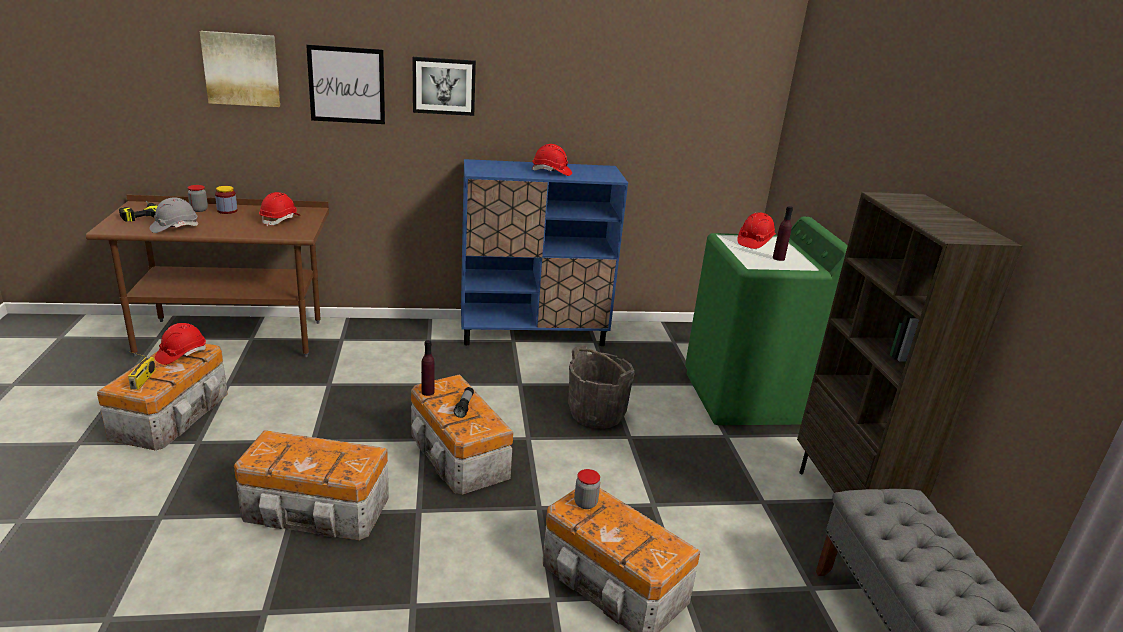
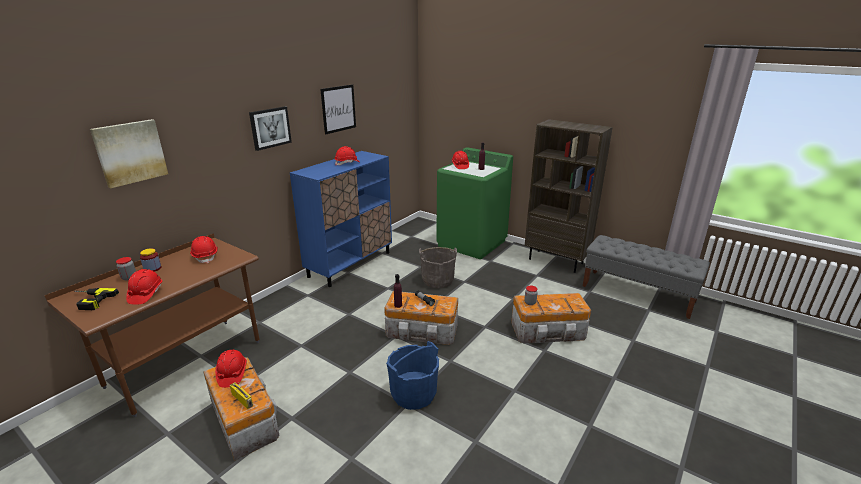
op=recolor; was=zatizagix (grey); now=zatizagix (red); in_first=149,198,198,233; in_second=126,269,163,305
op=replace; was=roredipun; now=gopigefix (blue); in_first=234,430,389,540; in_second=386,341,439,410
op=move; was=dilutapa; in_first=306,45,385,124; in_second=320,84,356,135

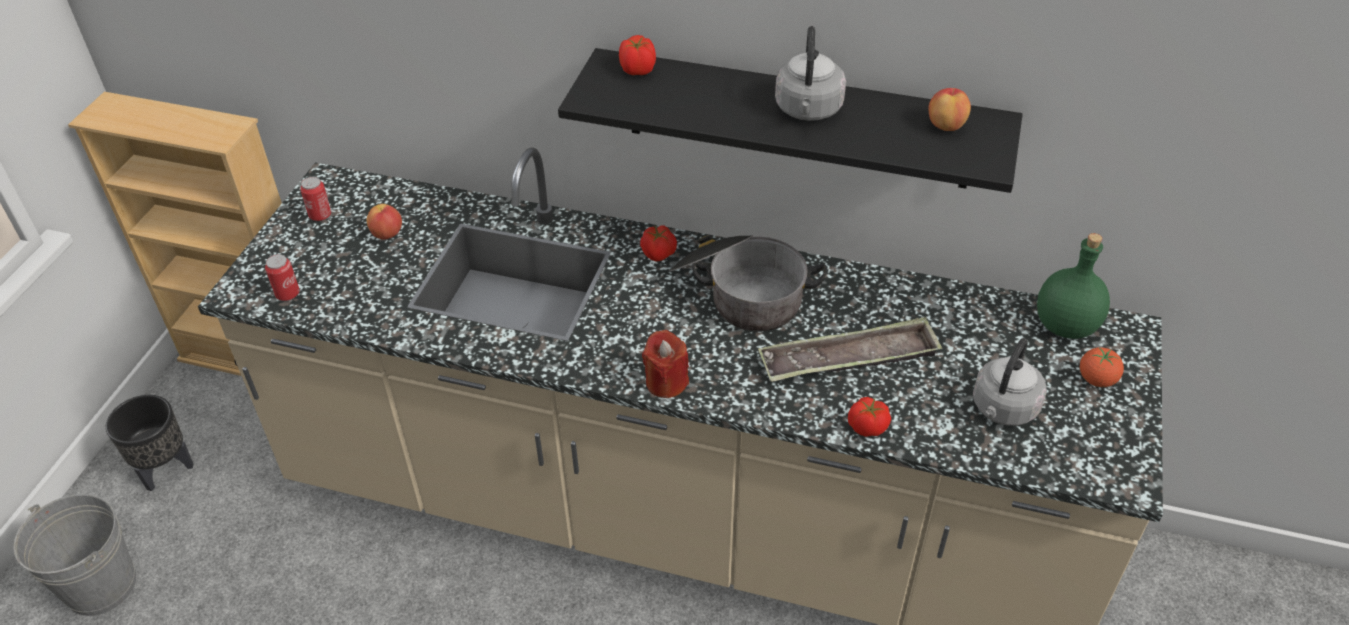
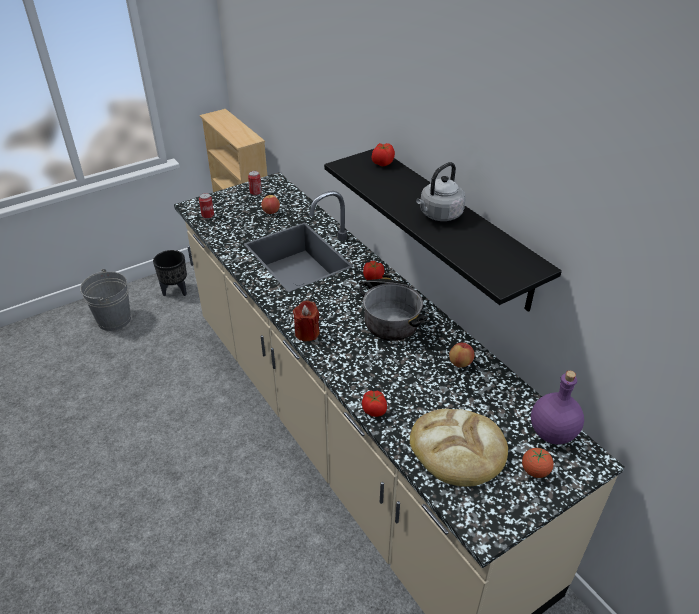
op=delete; was=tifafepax; in_first=758,317,942,382
op=move; was=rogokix; in_first=929,88,971,131; in_second=449,343,474,368
op=replace; was=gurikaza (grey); now=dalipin; in_first=973,338,1047,426; in_second=410,409,508,487
op=recolor; was=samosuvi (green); now=samosuvi (purple); in_first=1037,233,1110,339; in_second=531,370,584,444

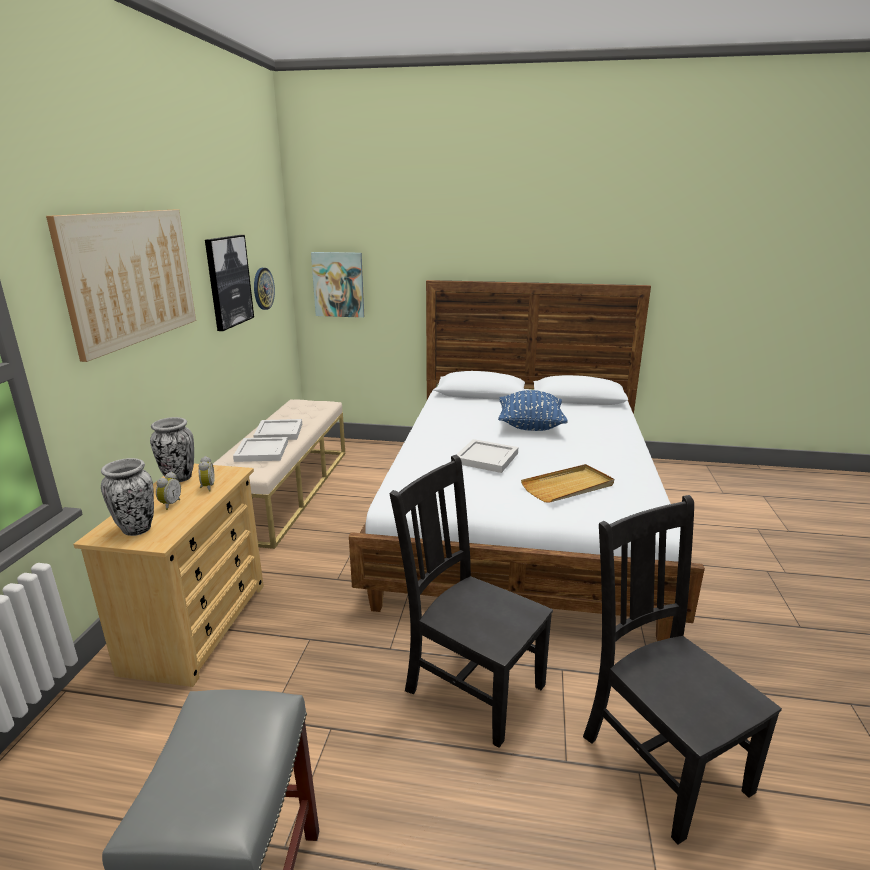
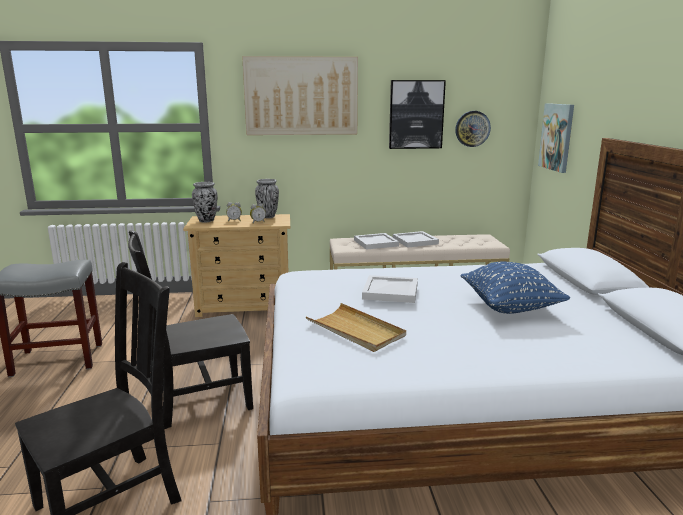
op=rotate; was=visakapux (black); in_first=390,455,553,748; in_second=128,230,253,429; clockwise=-135

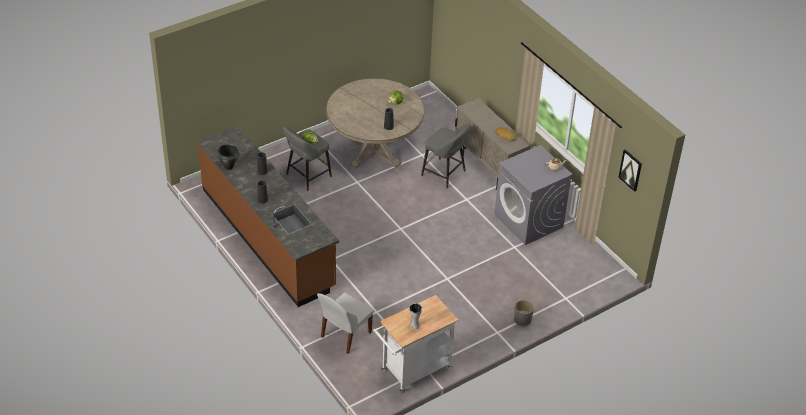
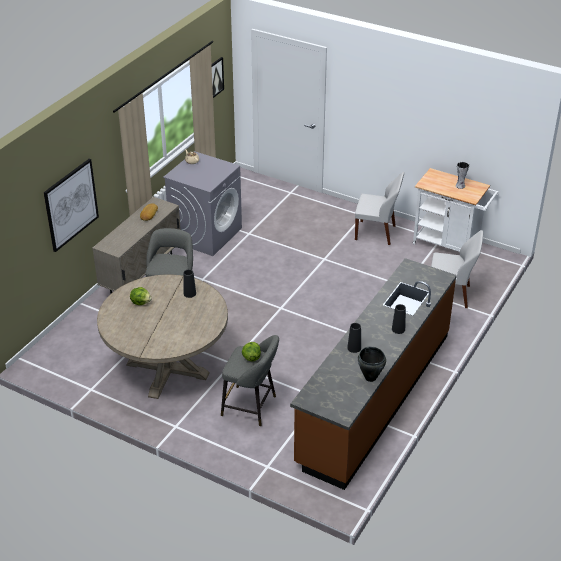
op=delete; was=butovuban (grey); in_first=514,300,534,327
op=insert; now=dilutapa; in_second=43,159,99,252
op=insert; now=visakapux (white); in_second=355,172,404,245

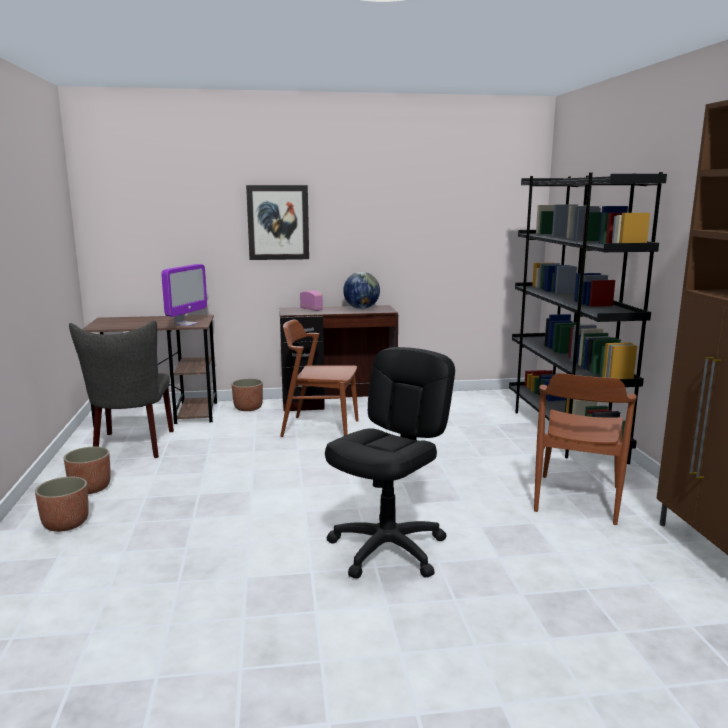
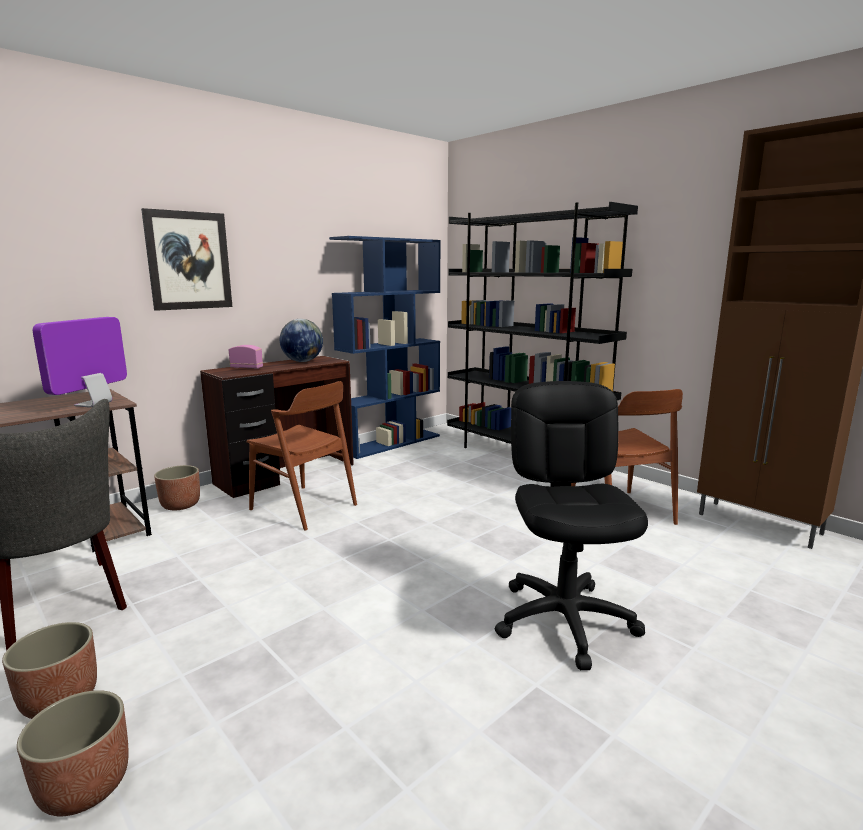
op=rotate; was=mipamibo; in_first=161,264,207,326; in_second=32,317,127,407; clockwise=-150
op=rotate; was=visakapux (brown); in_first=280,319,359,437; in_second=247,381,357,530; clockwise=-120
op=insert; now=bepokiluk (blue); in_second=329,236,441,459

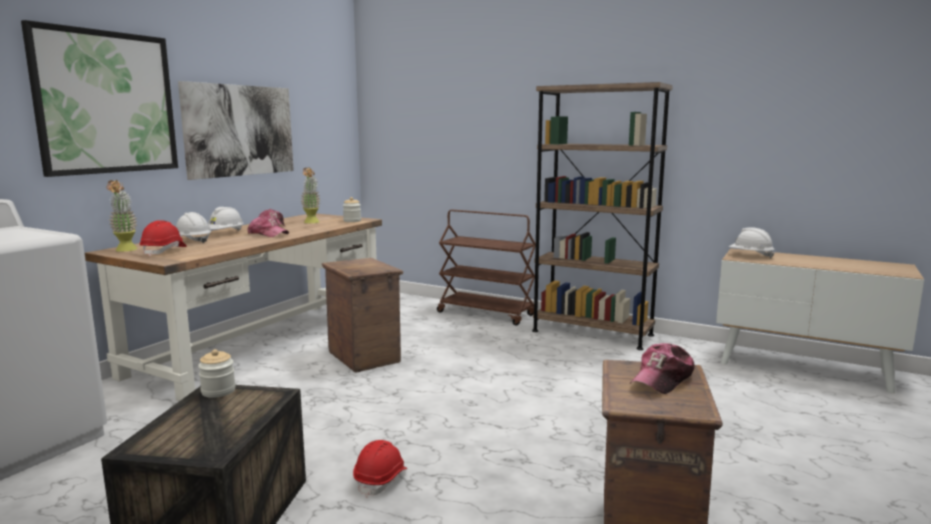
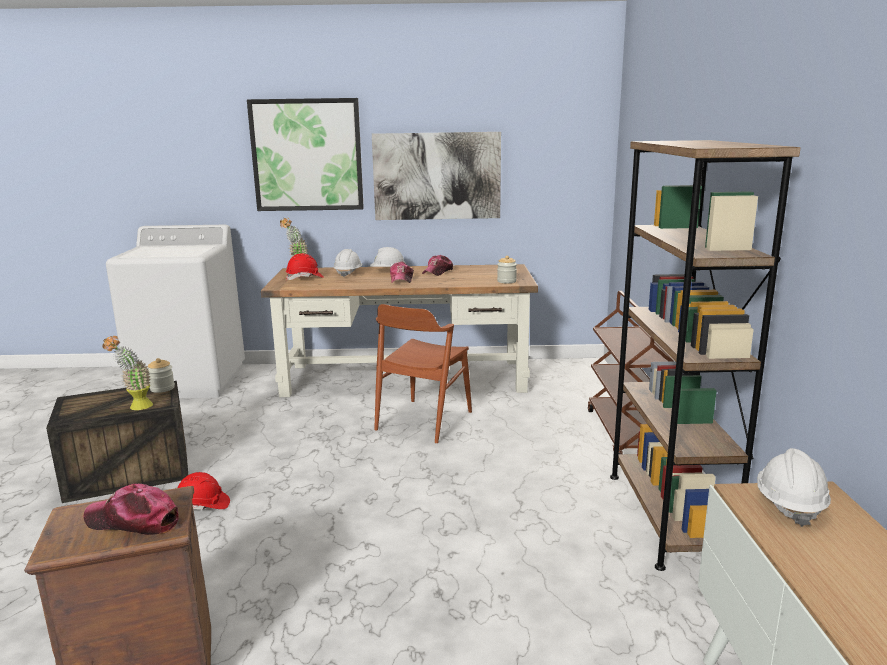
op=move; was=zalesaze; in_first=301,167,321,223; in_second=103,336,153,410
op=replace; was=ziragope; now=visakapux (brown); in_first=322,258,403,373; in_second=374,304,472,443

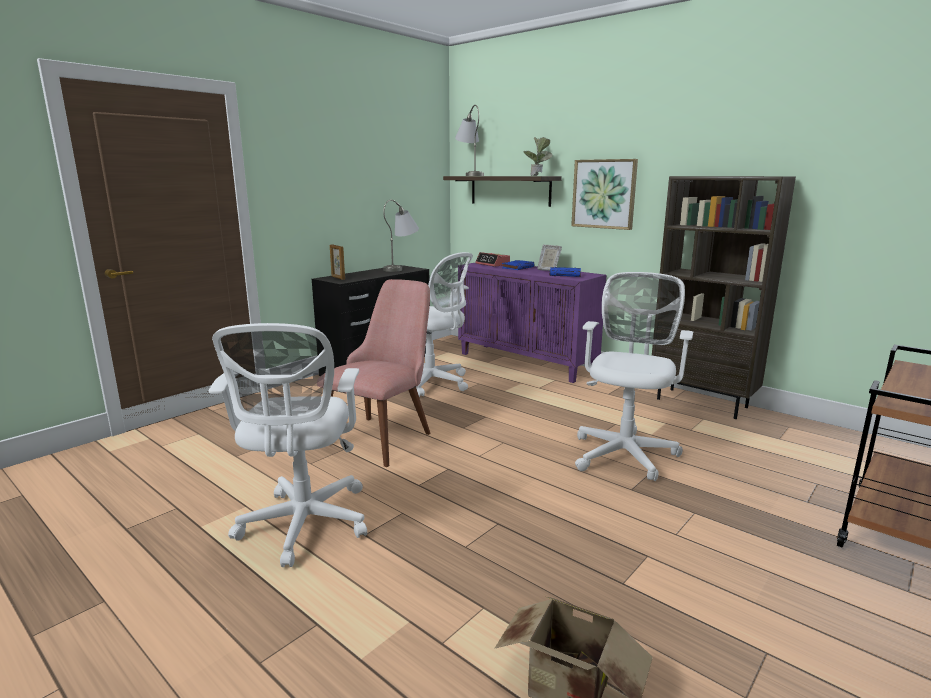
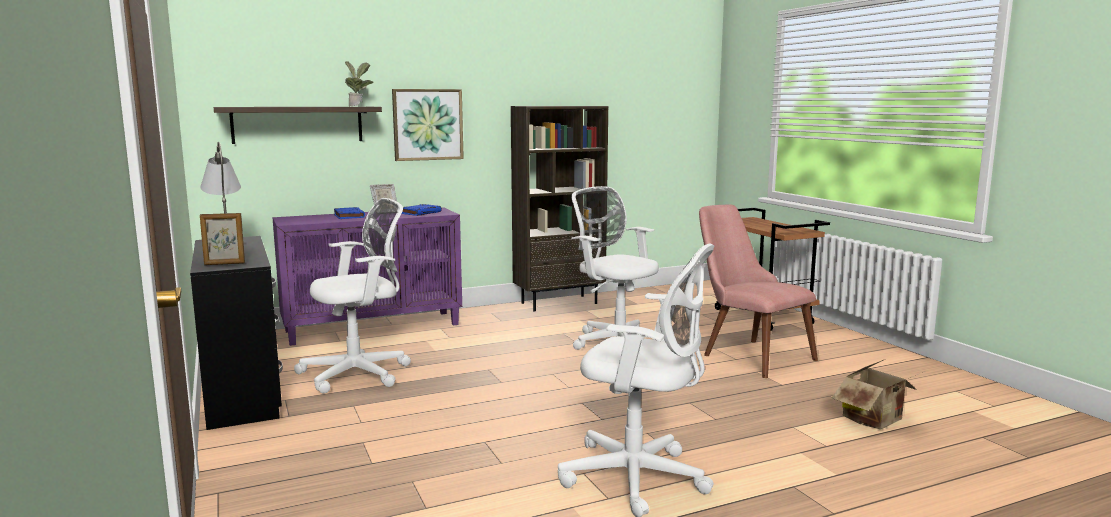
op=move; was=visakapux (pink); in_first=318,279,431,467; in_second=699,205,818,378
op=delete; was=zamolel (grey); in_first=455,105,484,176
op=delete; was=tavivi; in_first=475,252,510,267

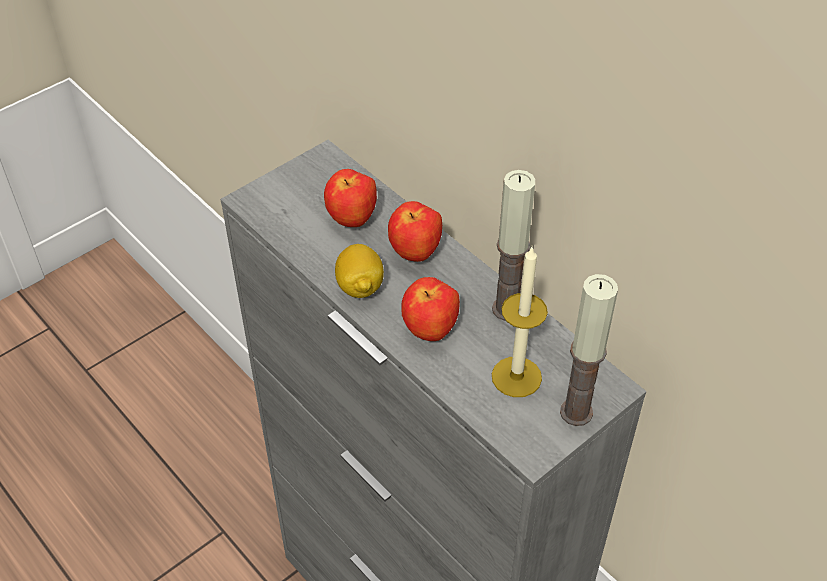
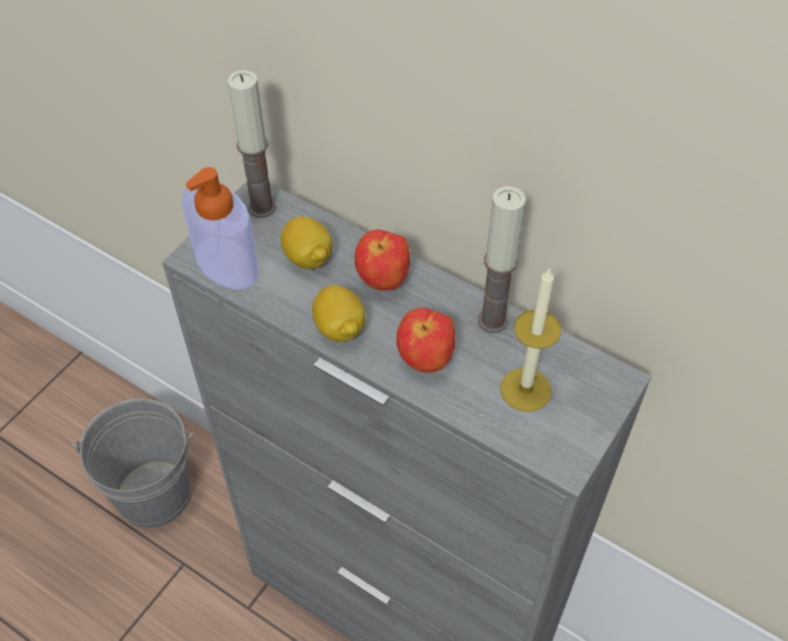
op=replace; was=rogokix; now=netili; in_first=324,169,377,227; in_second=281,216,332,269
op=move; was=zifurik; in_first=560,274,618,426; in_second=227,70,276,218
op=insert; now=gopigefix (grey); in_second=72,398,193,528
op=insert; now=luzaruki; in_second=181,167,259,290

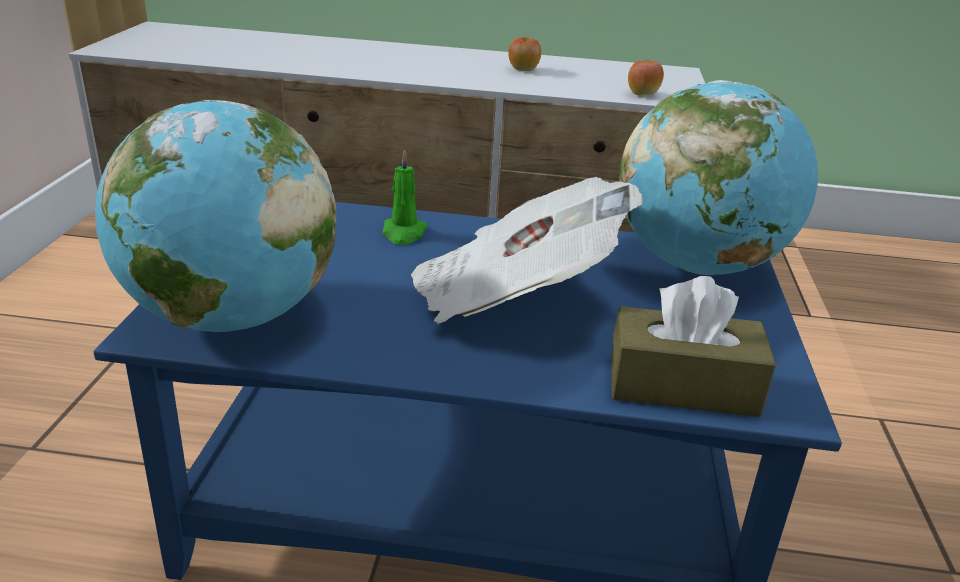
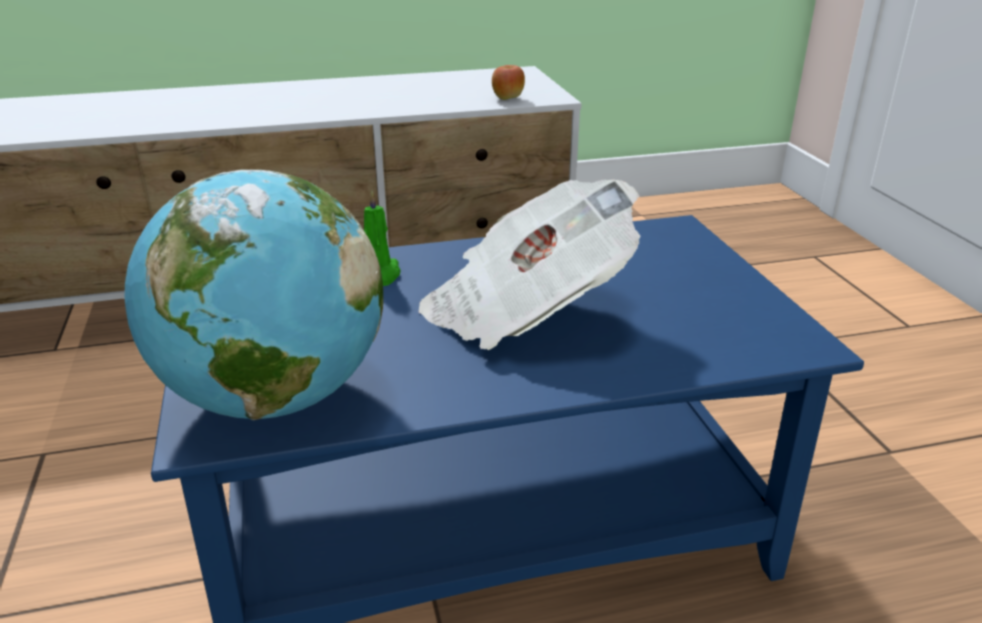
op=delete; was=rogokix; in_first=508,37,541,71
op=delete; was=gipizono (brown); in_first=611,276,776,417
op=delete; was=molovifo; in_first=619,80,818,275

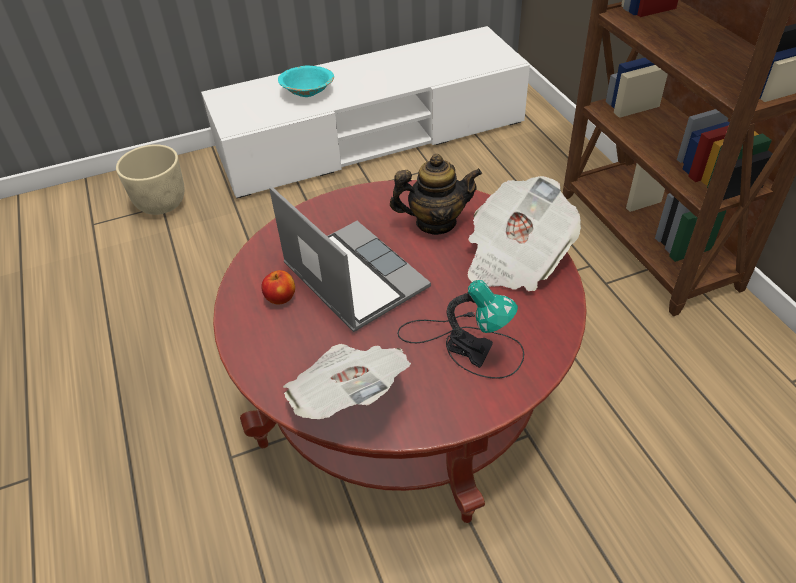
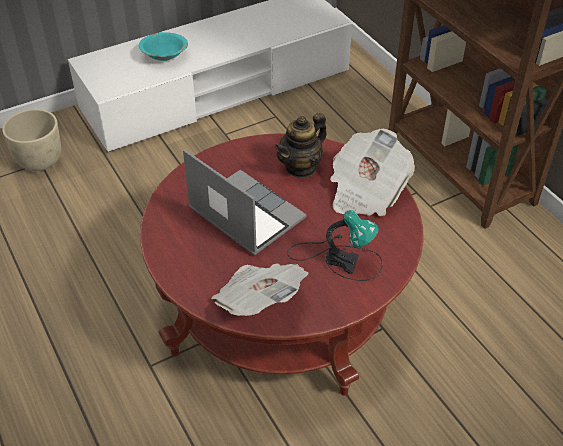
op=delete; was=rogokix; in_first=261,270,295,305
op=rotate; was=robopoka; in_first=390,154,482,235; in_second=275,113,327,179; clockwise=150

